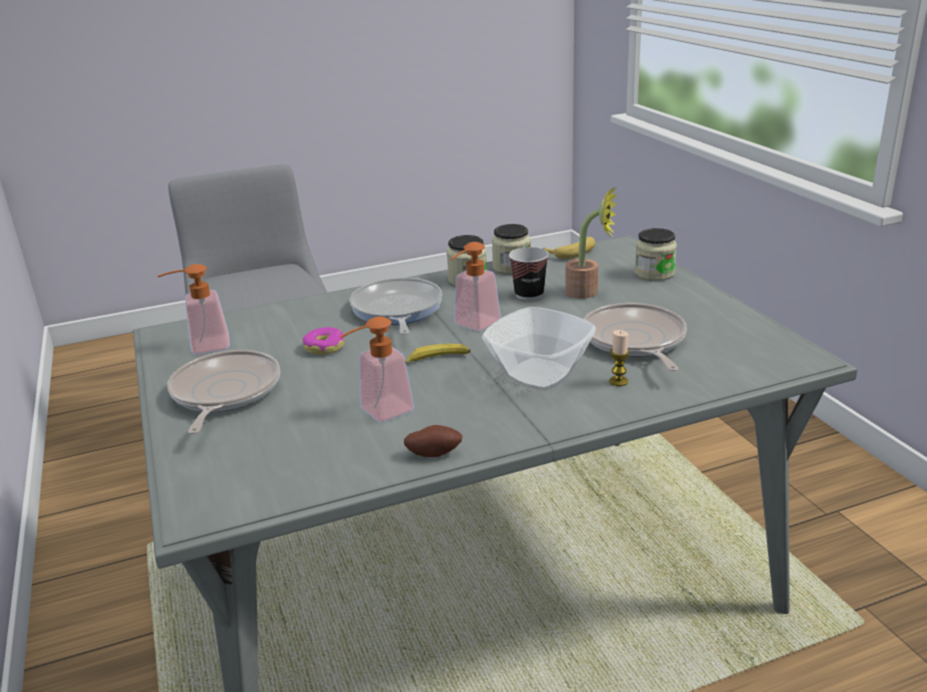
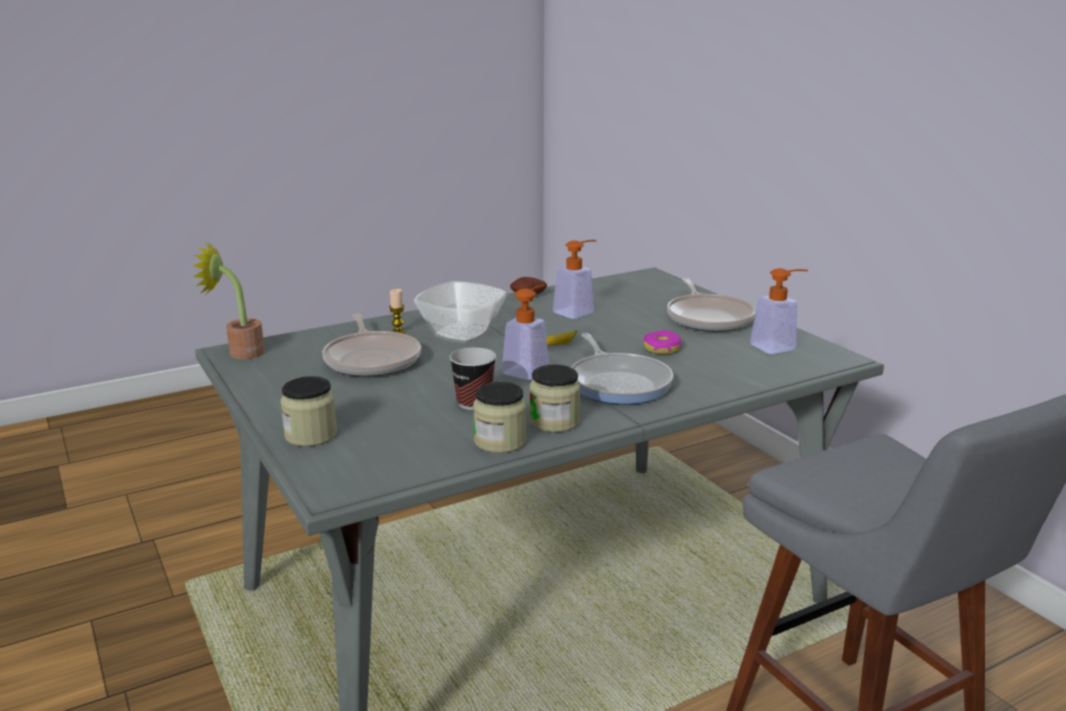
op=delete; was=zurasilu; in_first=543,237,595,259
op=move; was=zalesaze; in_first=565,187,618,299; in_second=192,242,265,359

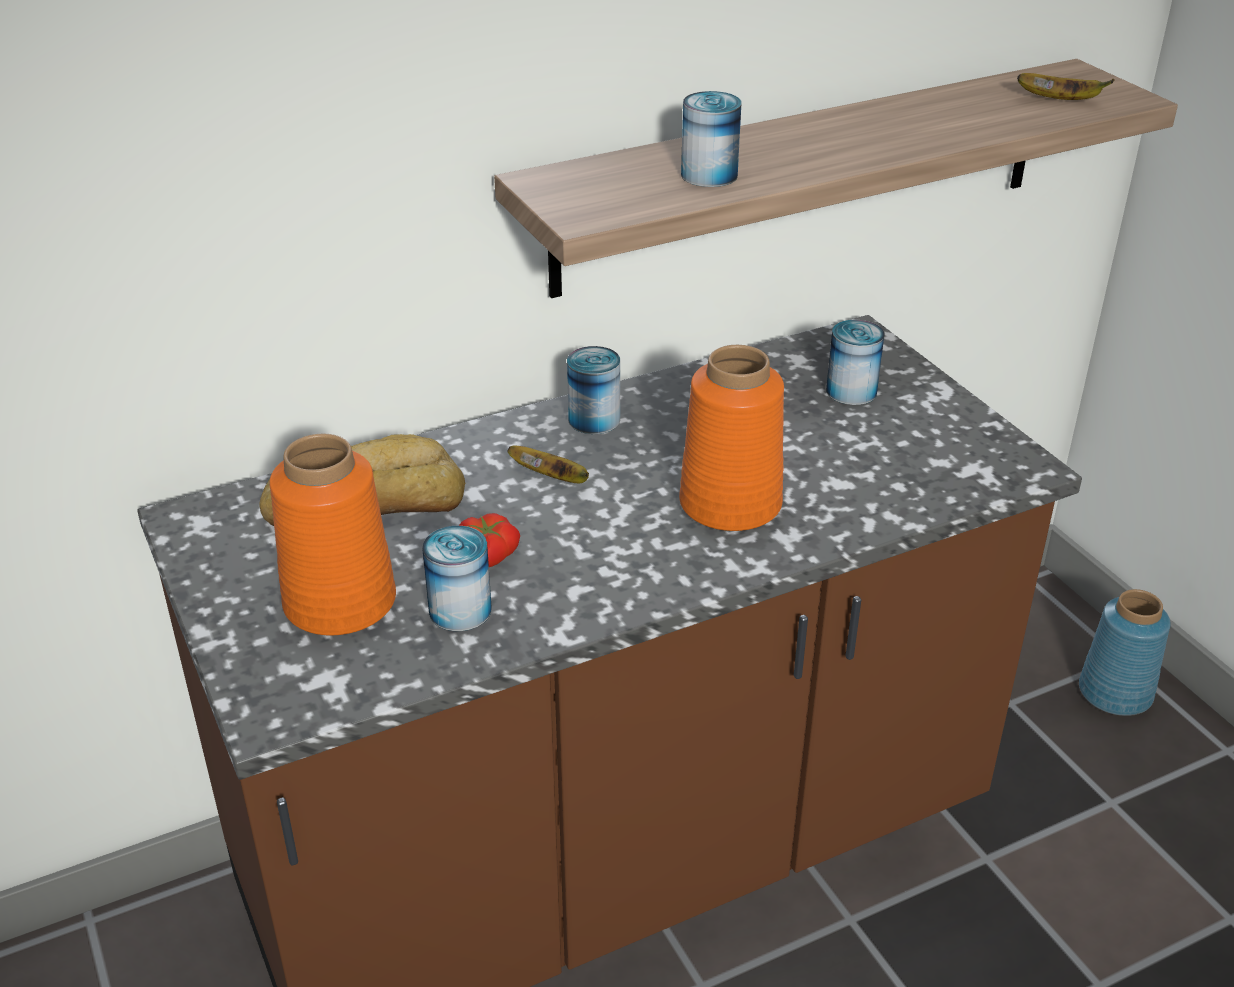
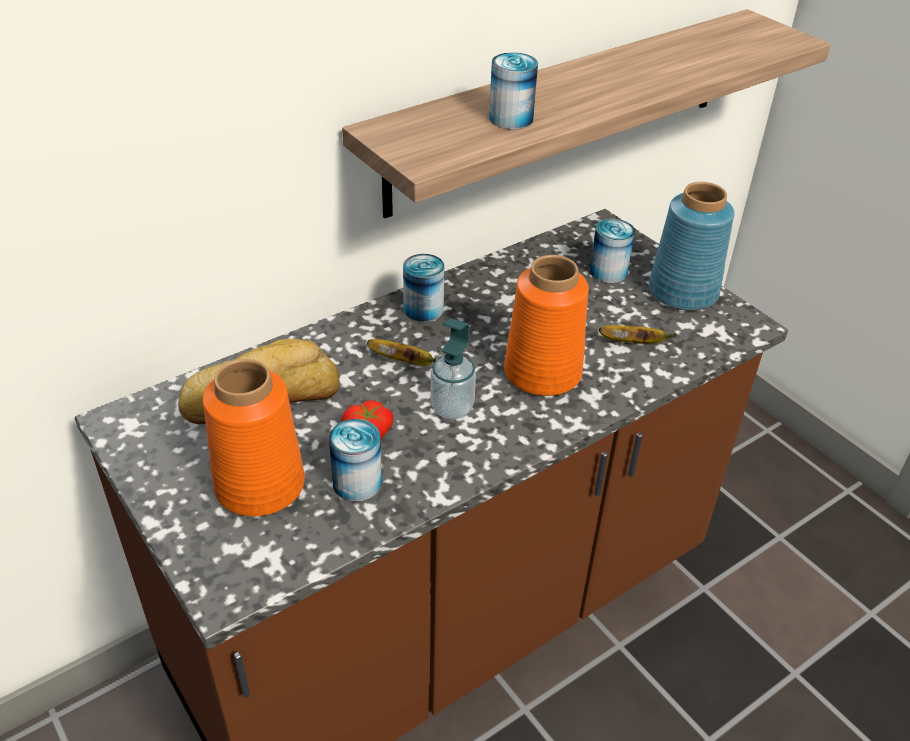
op=move; was=zurasilu; in_first=1017,73,1115,100; in_second=599,325,677,343
op=move; was=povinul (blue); in_first=1079,589,1171,716; in_second=649,182,734,311
op=insert; now=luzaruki; in_second=431,318,476,419

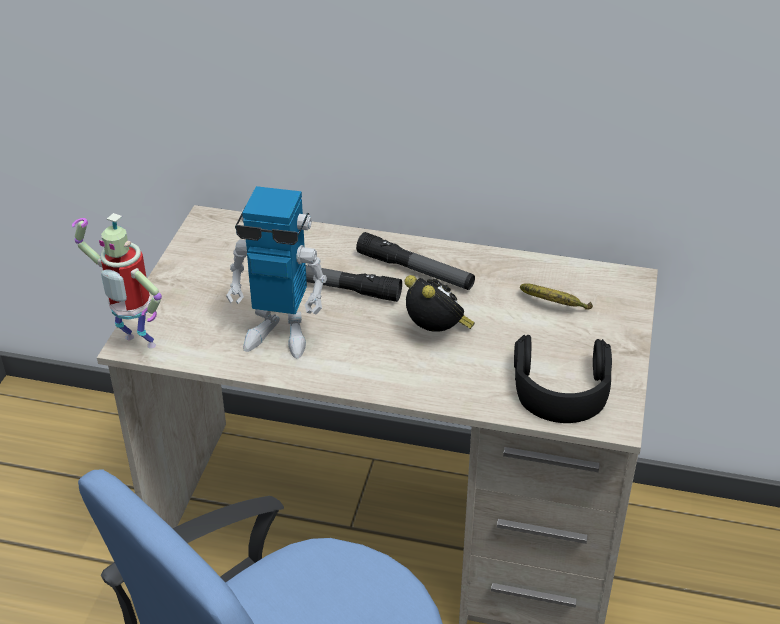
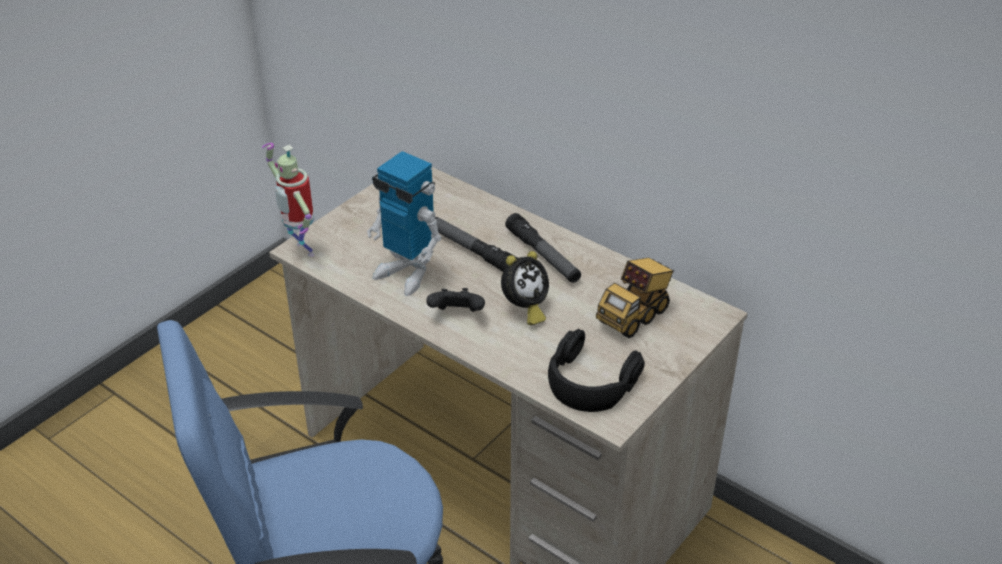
op=rotate; was=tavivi; in_first=404,275,475,332; in_second=501,251,549,325; clockwise=60
op=replace; was=zurasilu; now=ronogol; in_first=520,283,593,310; in_second=596,258,674,338
op=insert; now=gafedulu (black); in_second=426,288,485,312

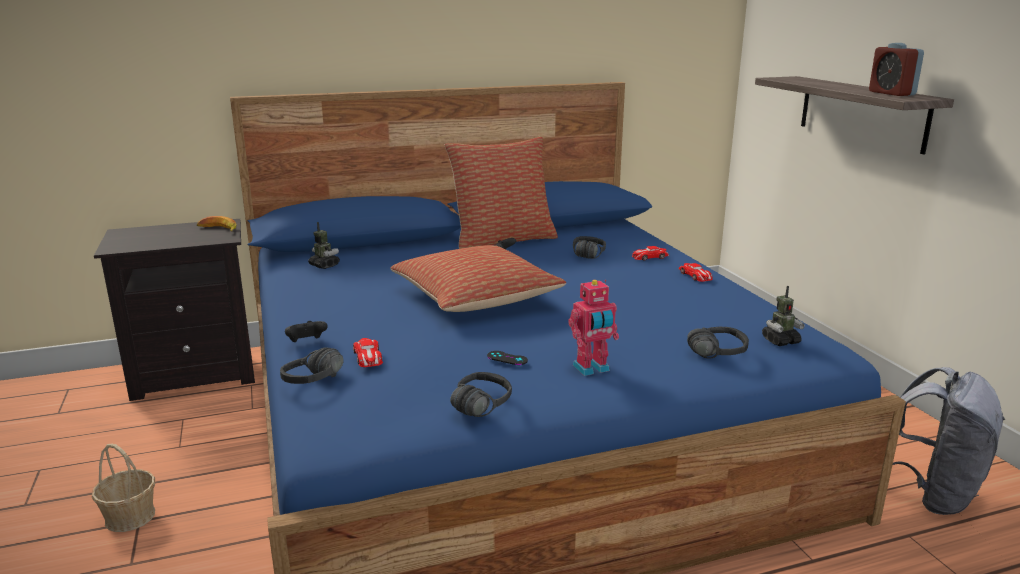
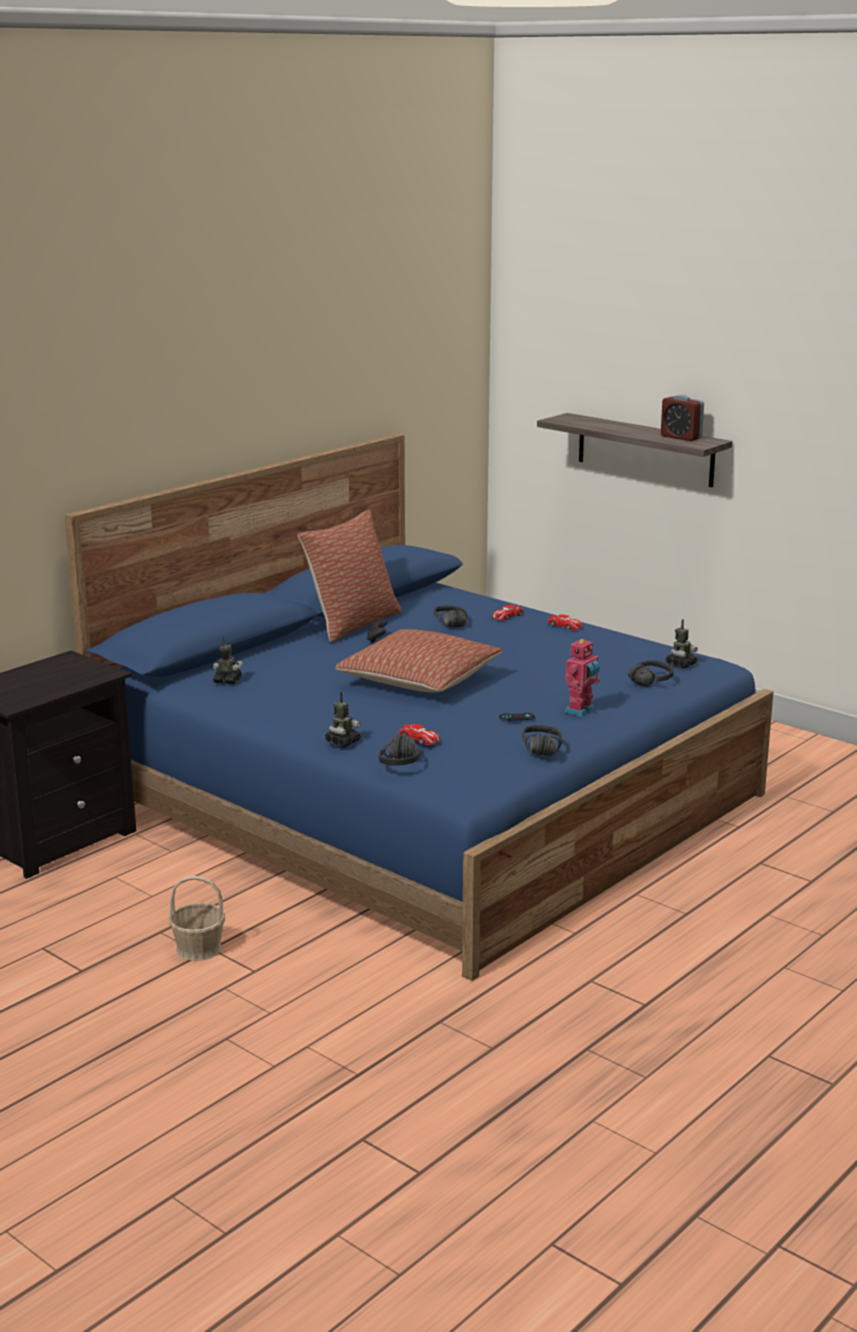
op=delete; was=zurasilu; in_first=197,216,236,232
op=replace; was=gafedulu (black); now=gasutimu; in_first=285,321,328,342; in_second=325,692,361,747
op=delete; was=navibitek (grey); in_first=893,367,1005,515

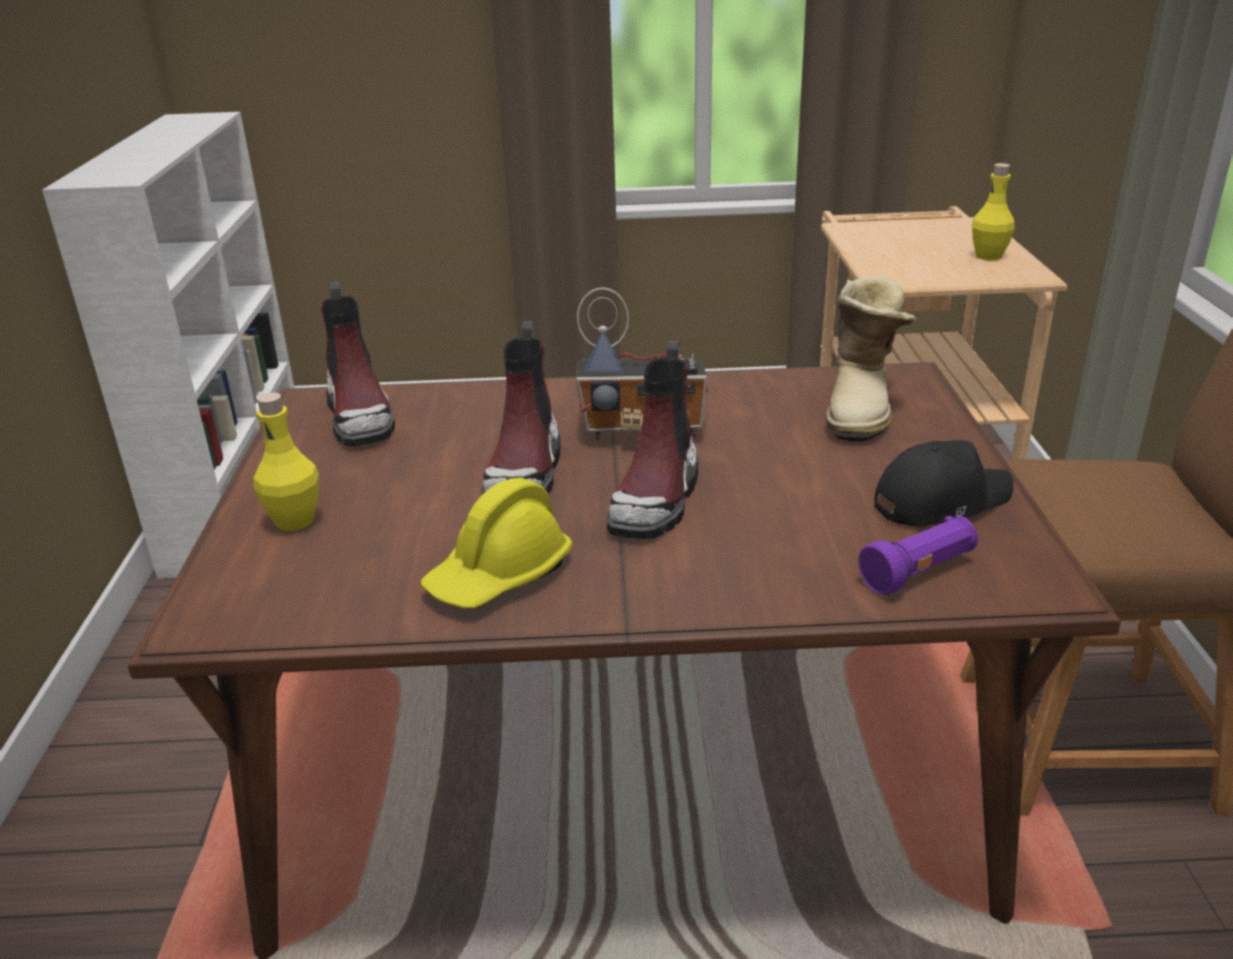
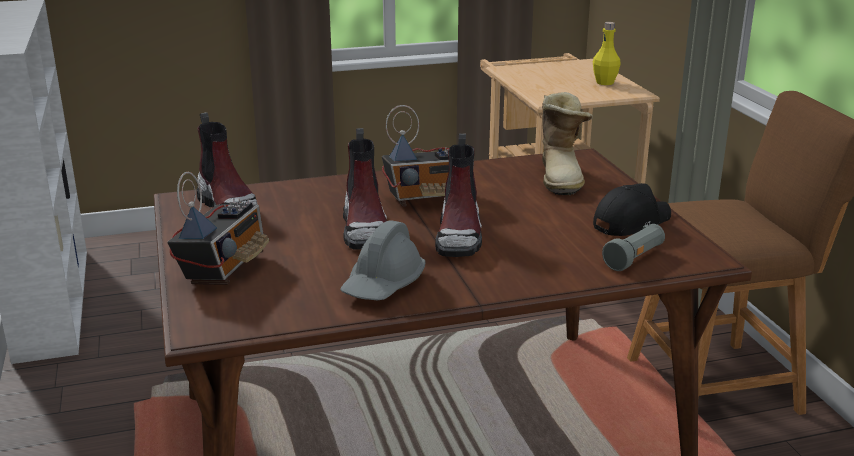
op=replace; was=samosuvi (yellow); now=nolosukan; in_first=253,392,319,531; in_second=167,172,269,285
op=recolor; was=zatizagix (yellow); now=zatizagix (grey); in_first=421,478,573,608; in_second=340,221,426,300
op=recolor; was=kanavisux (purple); now=kanavisux (grey); in_first=859,516,978,595; in_second=602,224,665,271

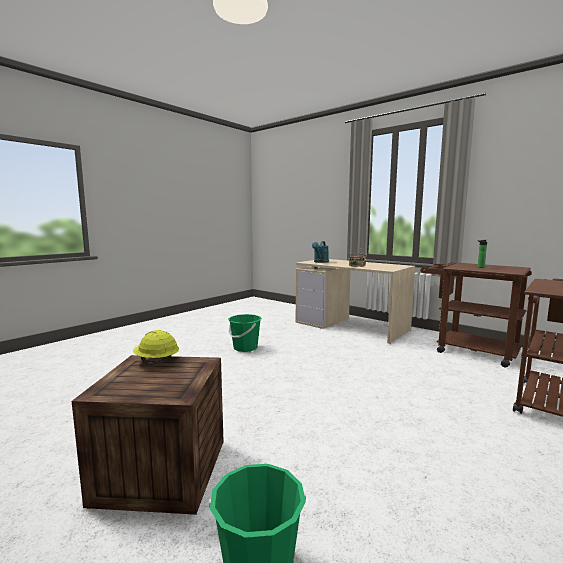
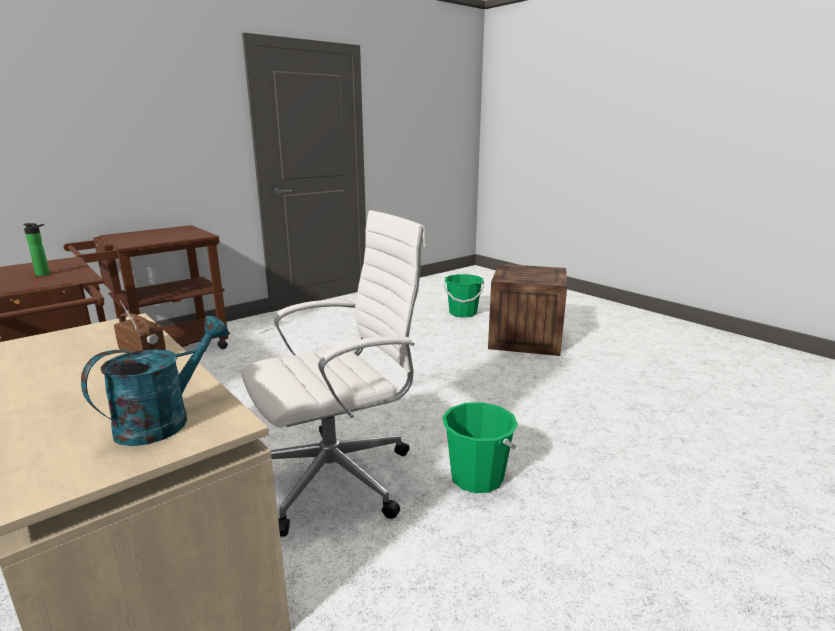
op=delete; was=zatizagix (yellow); in_first=133,330,179,365
op=insert; now=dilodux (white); in_second=241,210,427,537

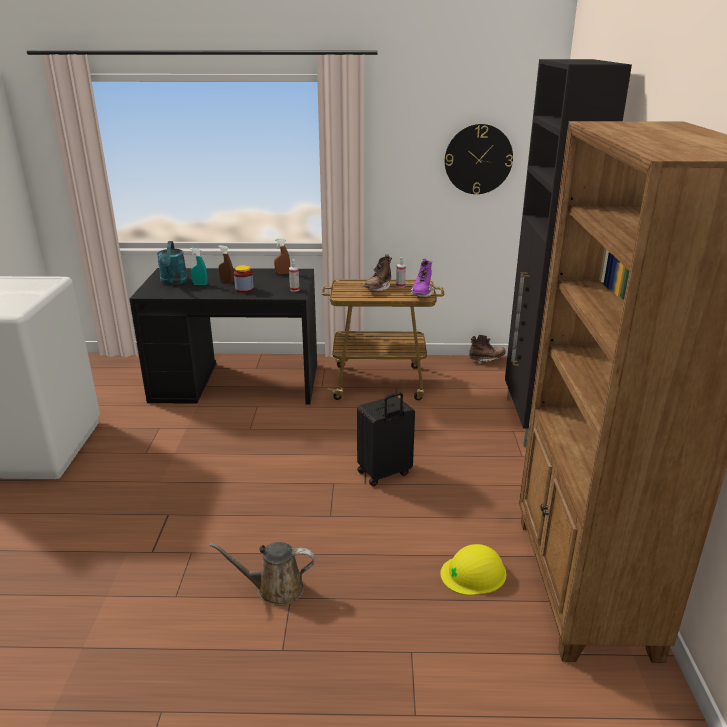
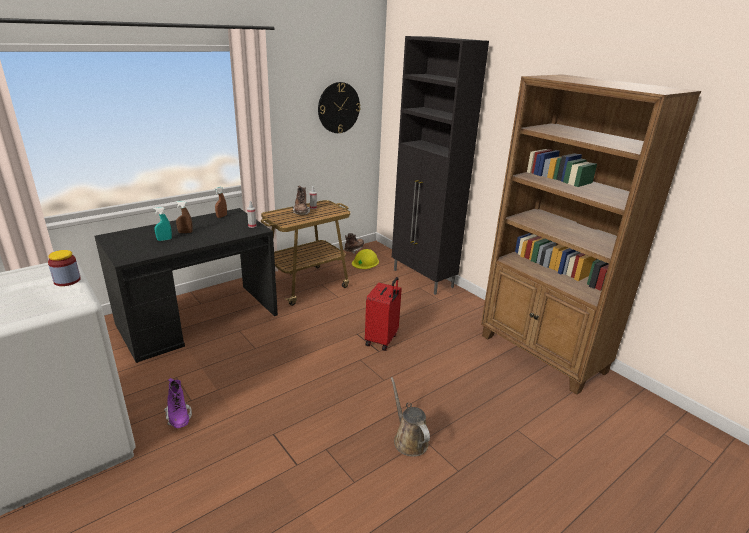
op=delete; was=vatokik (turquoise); in_first=157,241,188,285
op=rotate; was=vatokik (brown); in_first=209,542,315,606; in_second=391,377,430,457; clockwise=105
op=move; was=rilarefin; in_first=234,265,254,293; in_second=48,250,81,286
op=recolor; was=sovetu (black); now=sovetu (red); in_first=357,392,415,486; in_second=365,277,402,351
op=move; was=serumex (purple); in_first=410,258,434,297; in_second=164,378,192,428
op=move; was=zatizagix (yellow); in_first=441,544,507,595; in_second=352,249,379,269

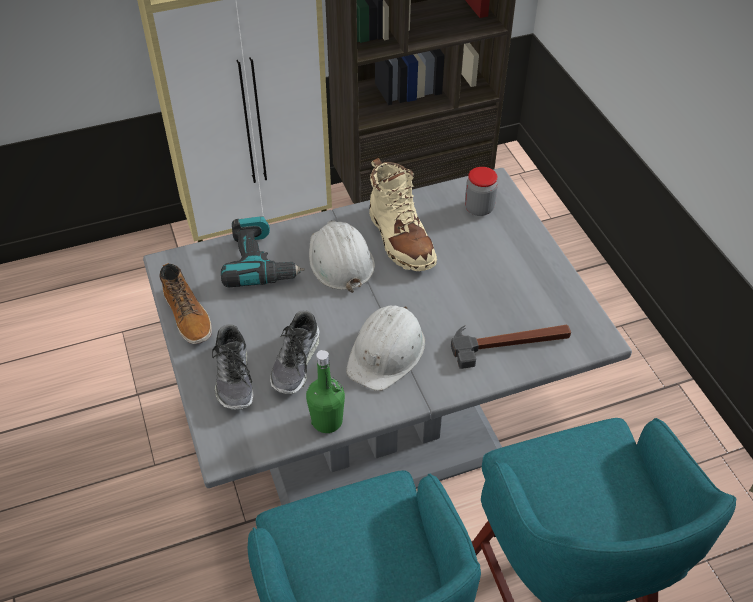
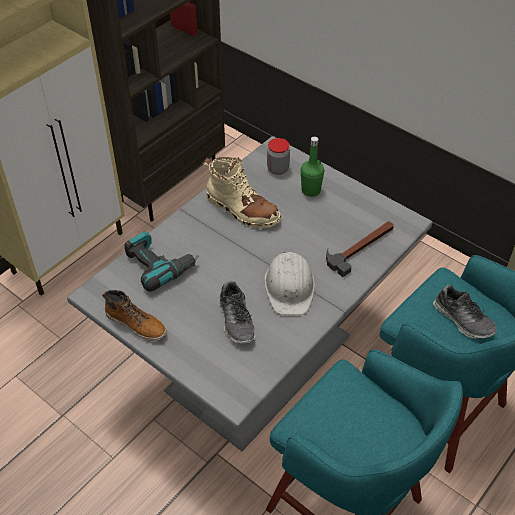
op=move; was=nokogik; in_first=212,324,253,410; in_second=433,285,497,338
op=move; was=samosuvi (green); in_first=306,350,345,433; in_second=301,136,324,197
op=delete; was=zatizagix (white); in_first=309,220,375,293

